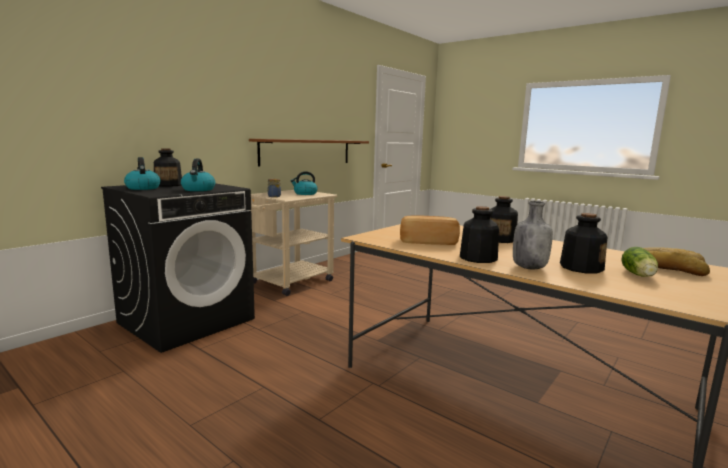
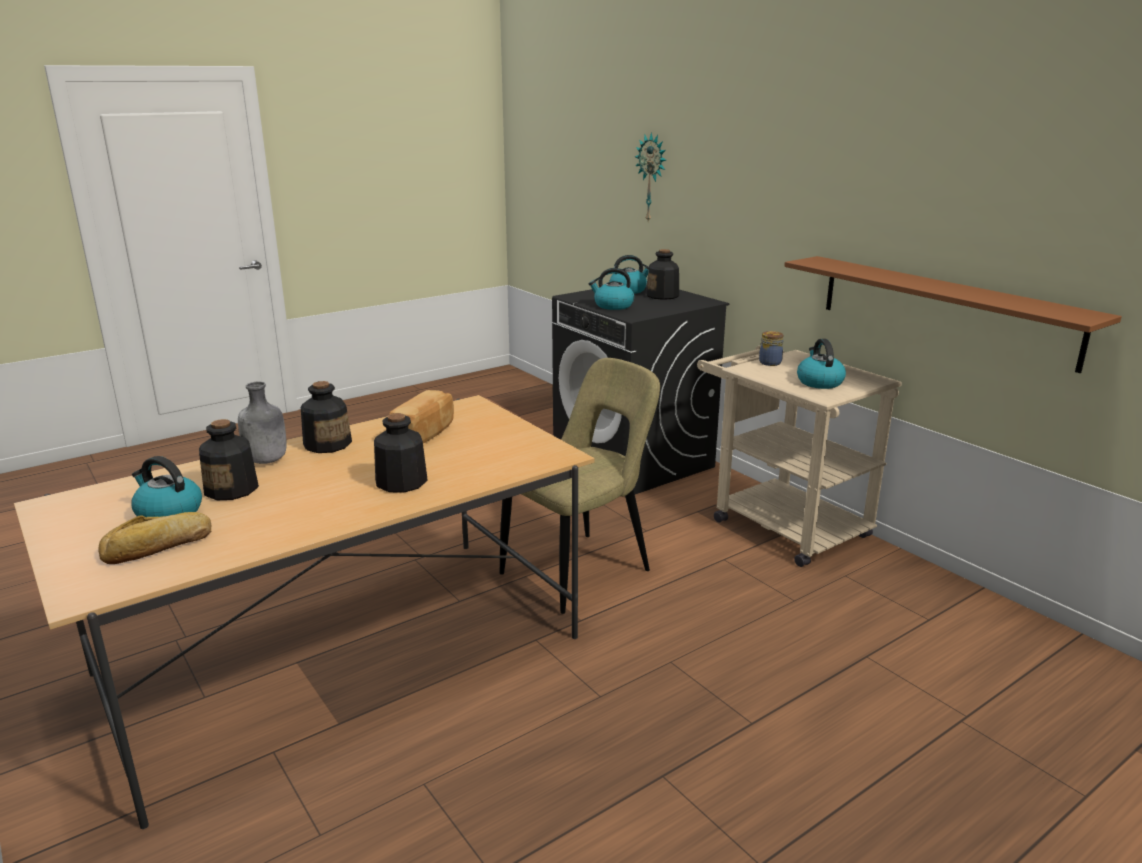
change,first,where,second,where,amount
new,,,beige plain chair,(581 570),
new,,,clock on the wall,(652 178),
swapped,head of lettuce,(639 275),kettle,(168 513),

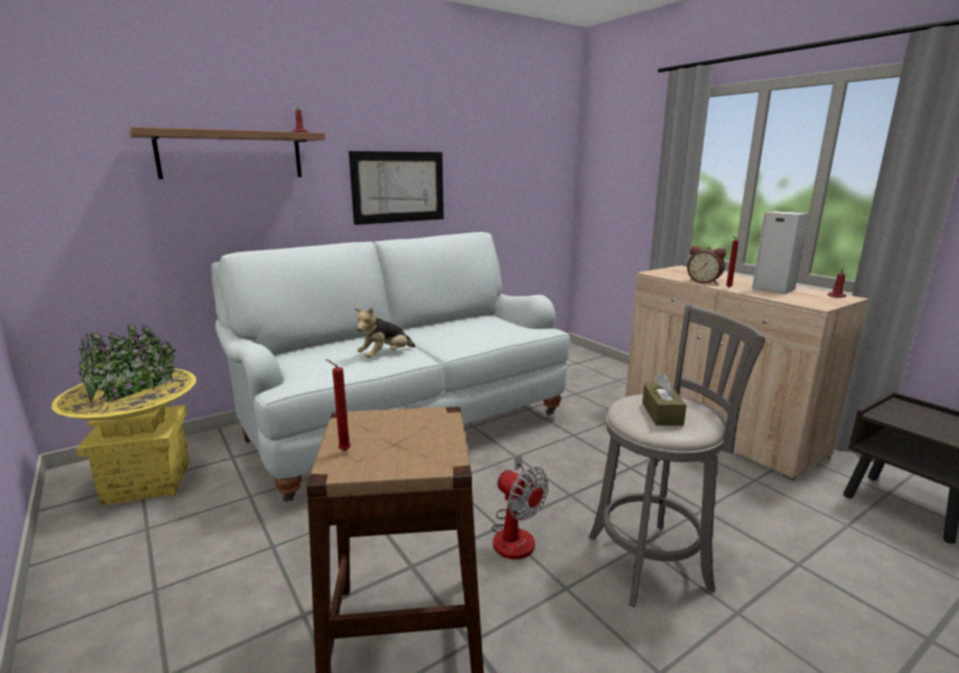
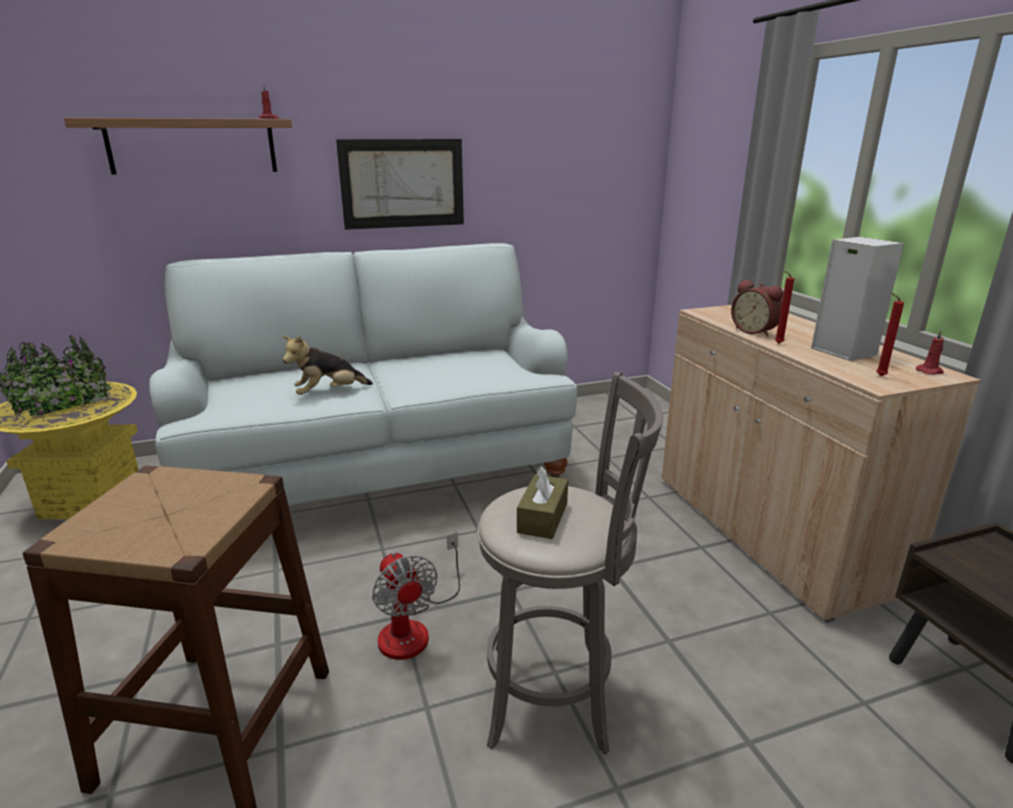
change,first,where,second,where,amount
shifted,red candle,(342 451),,(879 376),

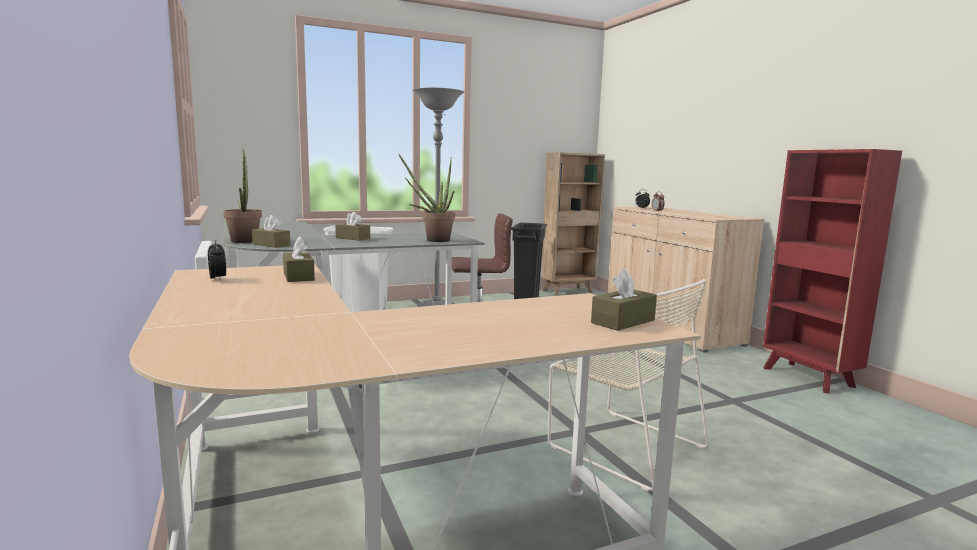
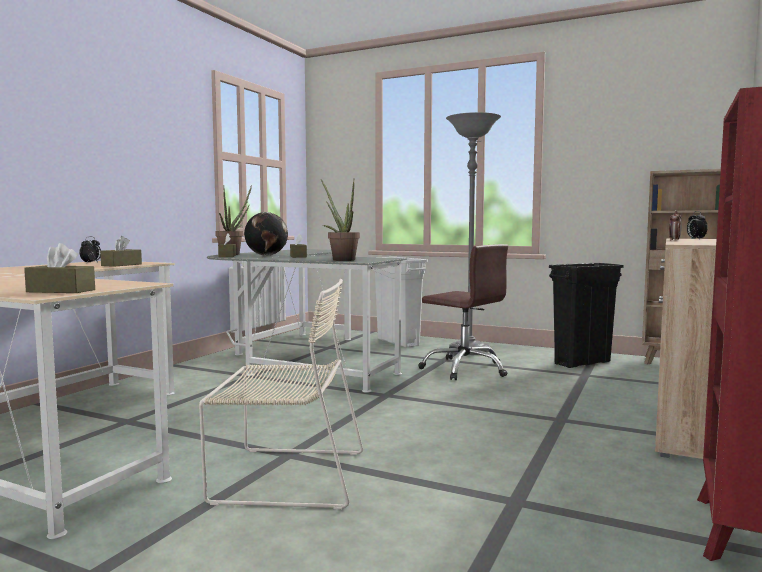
change,first,where,second,where,amount
new,,,globe,(266 255),
rotated,beige plain chair,(622 445),,(285 476),90 degrees counterclockwise

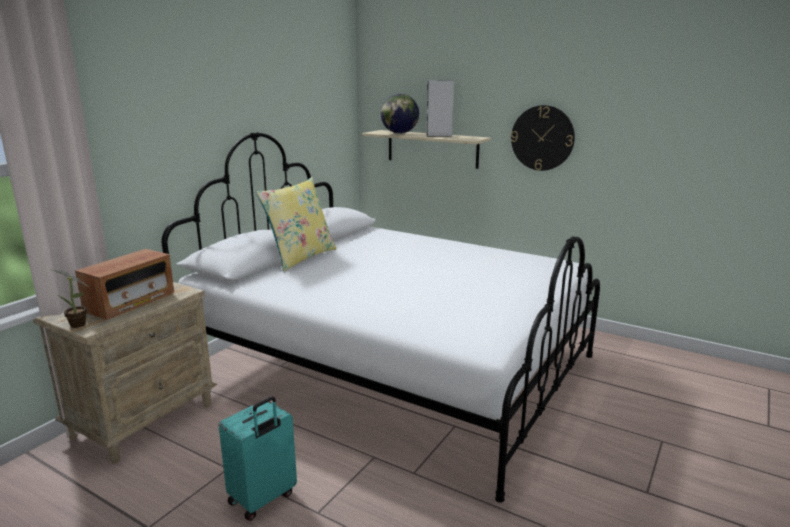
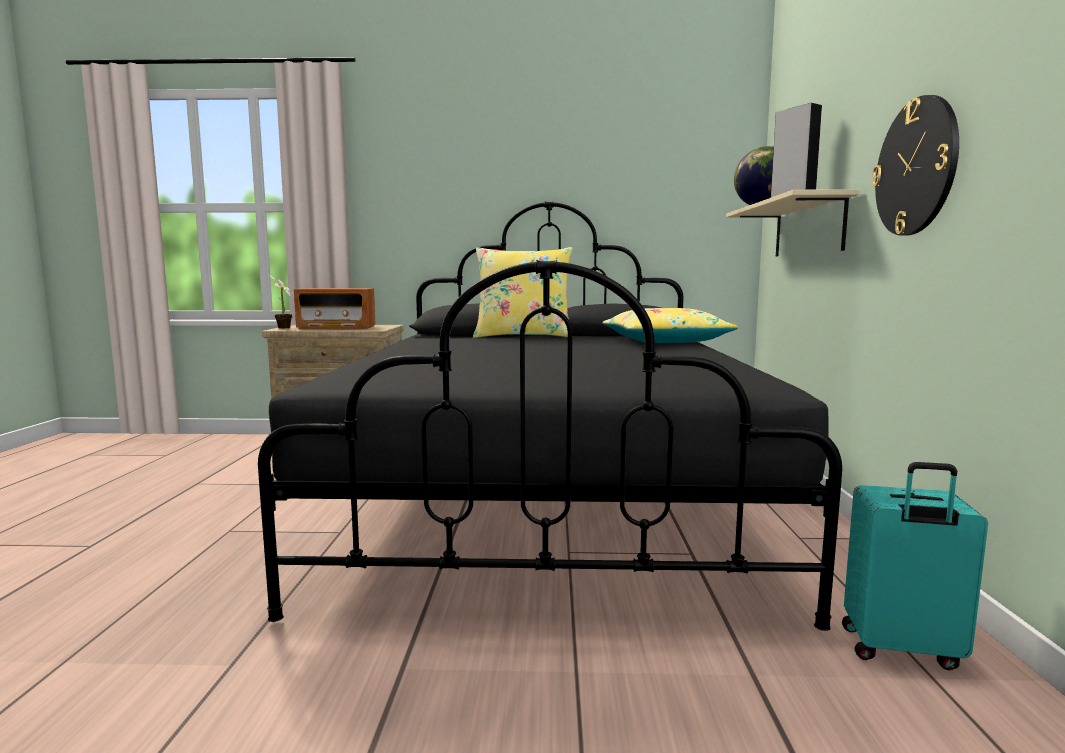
change,first,where,second,where,amount
new,,,yellowish cushion,(665 341),
shifted,blue-green piece of luggage,(263 499),,(900 650),
repainted,whitish sleeping bed,(392 366),black-coloured sleeping bed,(548 498),

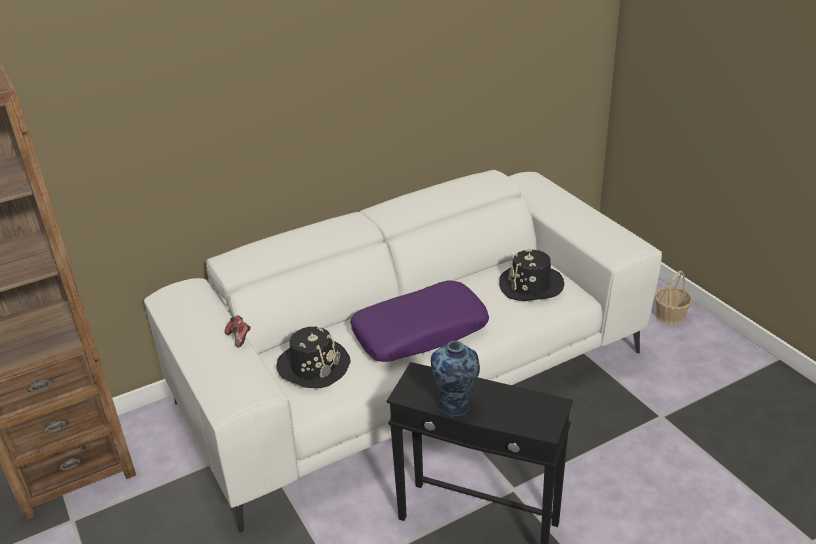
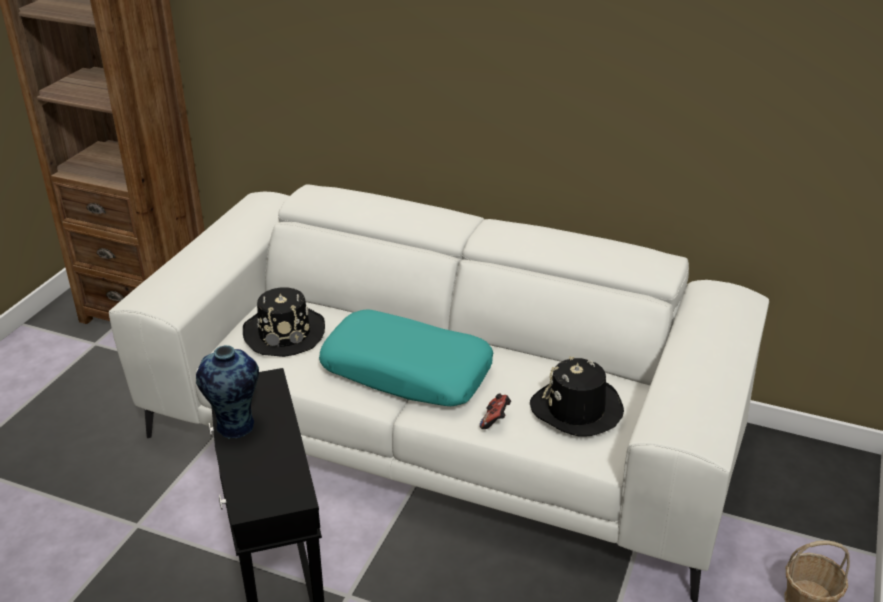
change,first,where,second,where,amount
shifted,joypad,(239 338),,(495 420),
repainted,purple-coloured cushion,(420 332),blue-green cushion,(407 371),

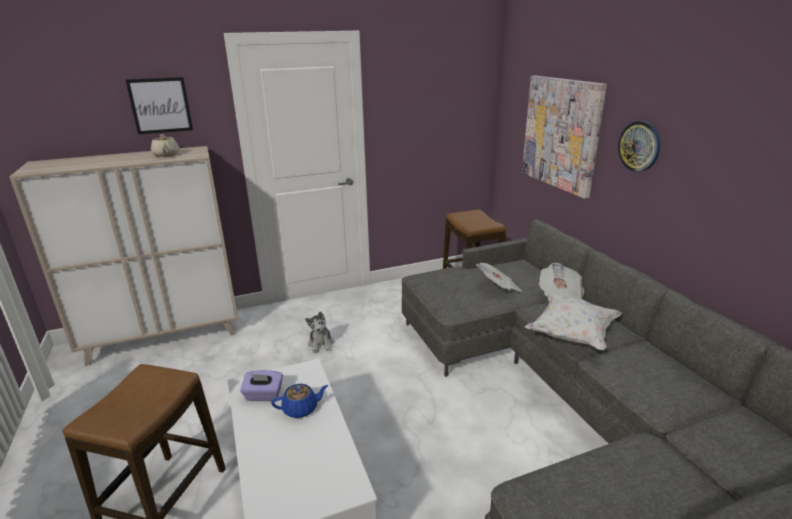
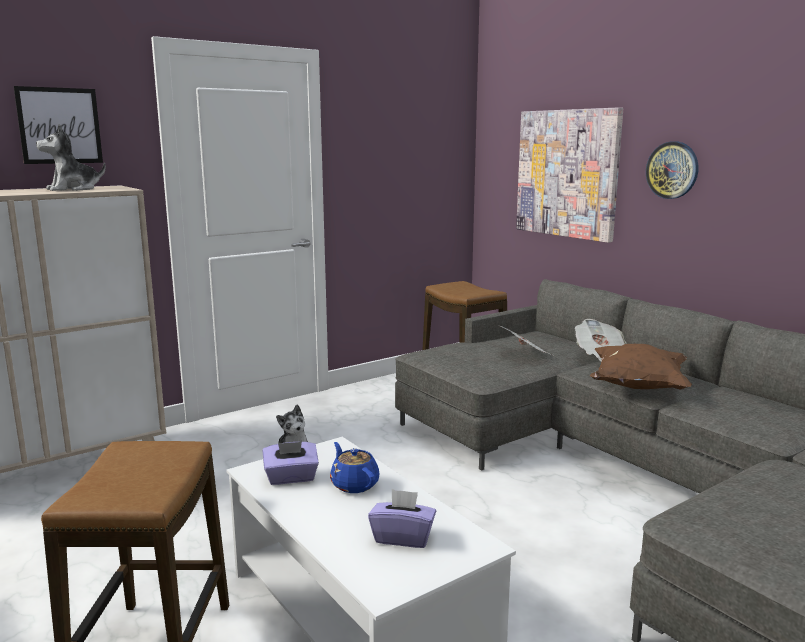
change,first,where,second,where,amount
new,,,purple-coloured tissue box,(403 537),
swapped,beige pot for tea,(166 154),plush toy,(73 189),
repainted,whitish cushion,(571 335),brown-coloured cushion,(638 387),
rotated,blue-coloured pot for tea,(301 409),,(354 484),90 degrees counterclockwise

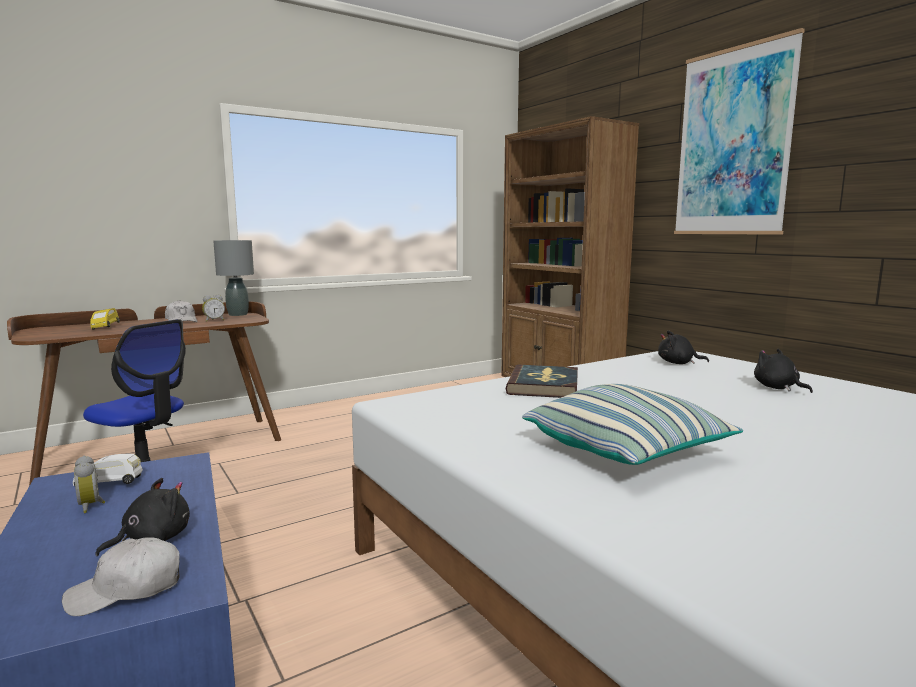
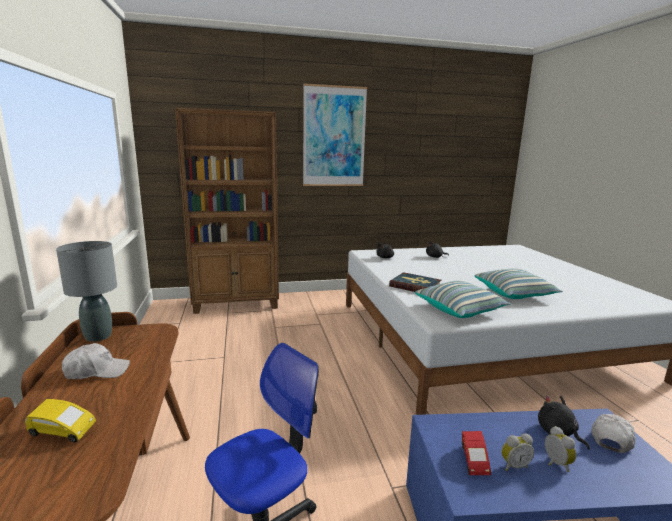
change,first,where,second,where,amount
new,,,cushion,(460 309),
shifted,alarm clock,(214 320),,(555 464),
repainted,whitish toy car,(110 484),red toy car,(473 461),
rotated,whitish baseball cap,(127 590),,(612 438),135 degrees counterclockwise

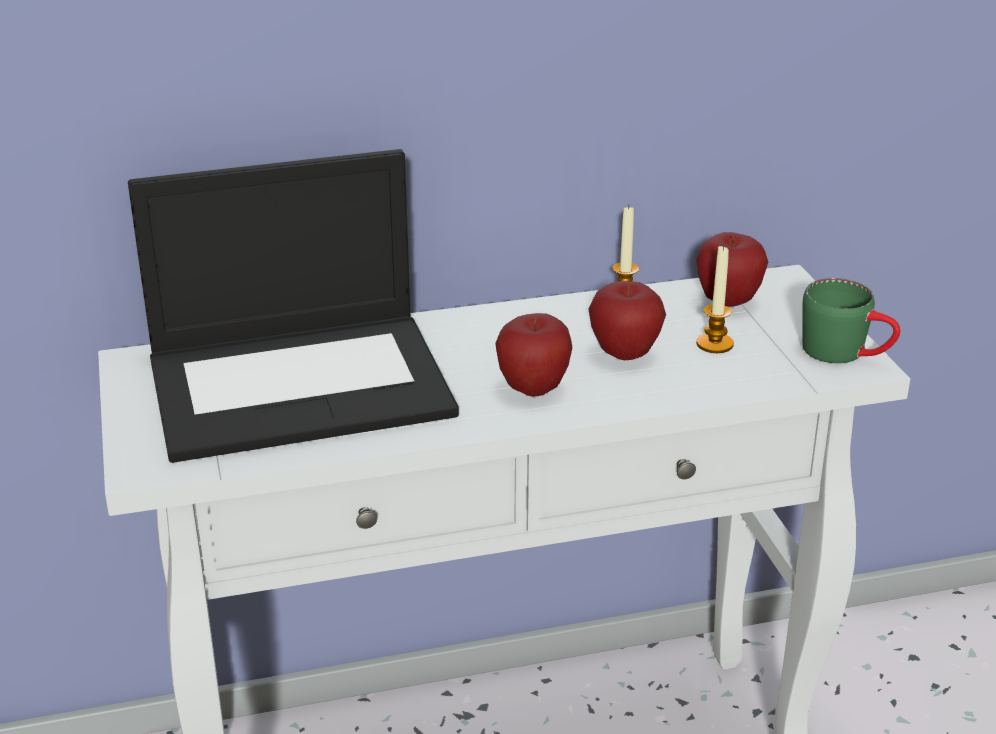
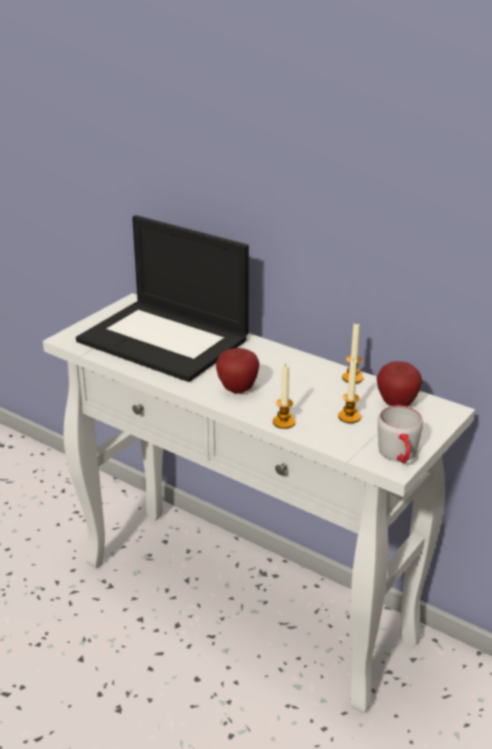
change,first,where,second,where,amount
gone,apple,(625 354),,,
new,,,candle,(284 422),
repainted,greenish mug,(846 353),gray mug,(399 456),

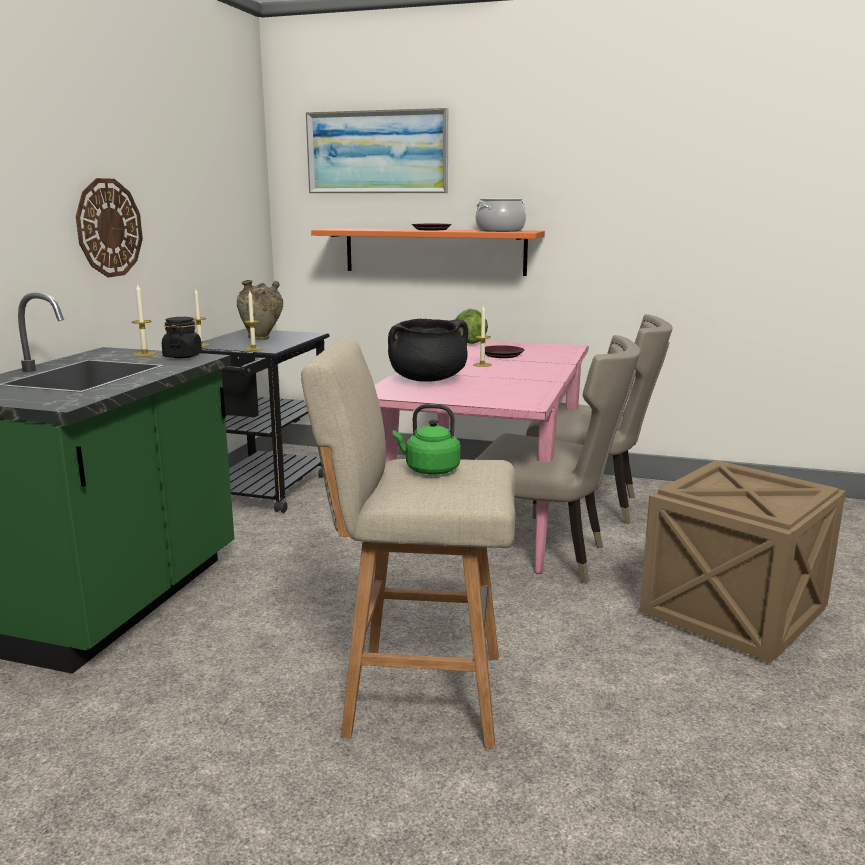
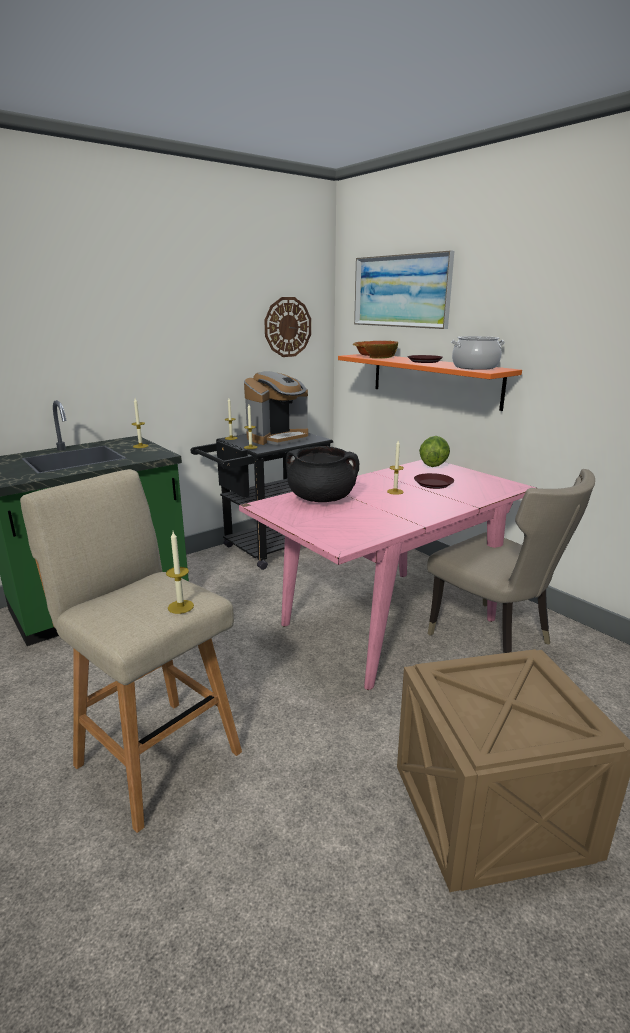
change,first,where,second,where,amount
gone,black-coloured jar,(182 356),,,
gone,greenish kettle,(429 470),,,
gone,beige plain chair,(547 556),,,
new,,,candle,(180 607),
new,,,bowl,(375 356),
shifted,clock on the wall,(109 228),,(287 327),
swapped,beige vase,(262 338),coffee brewer,(278 438),

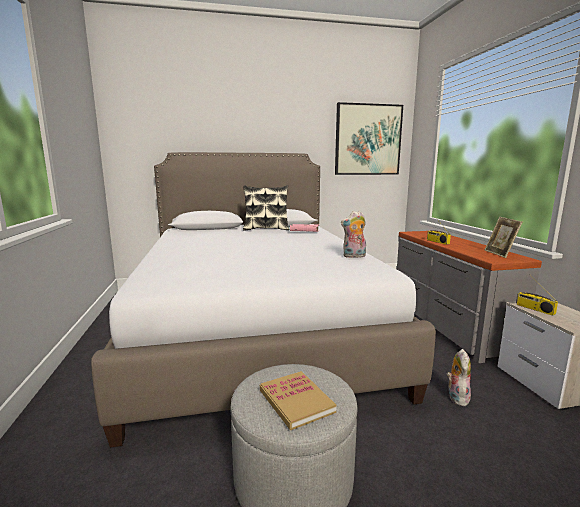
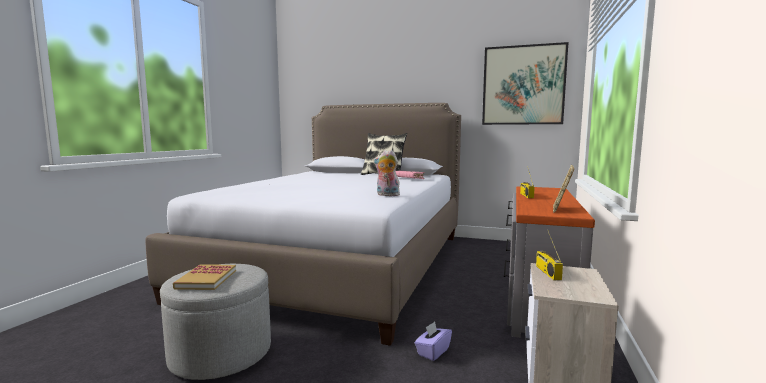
change,first,where,second,where,amount
swapped,plush toy,(456 397),purple-coloured tissue box,(433 352),

